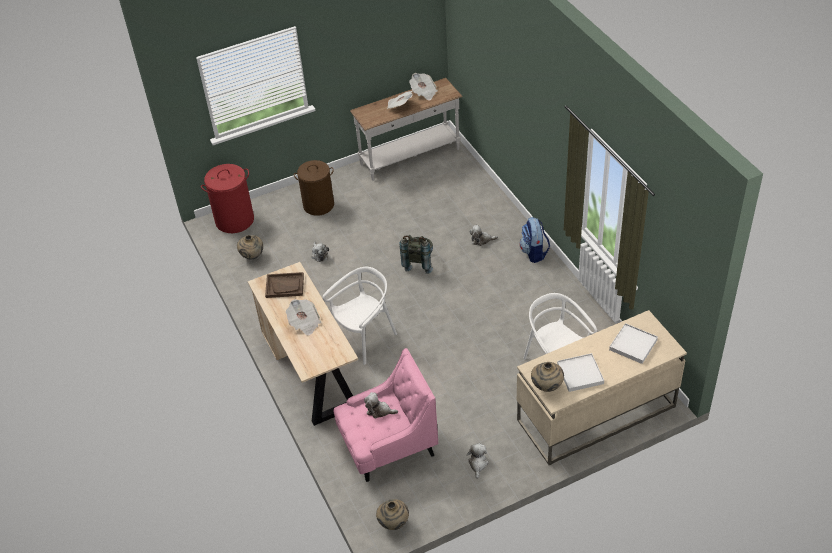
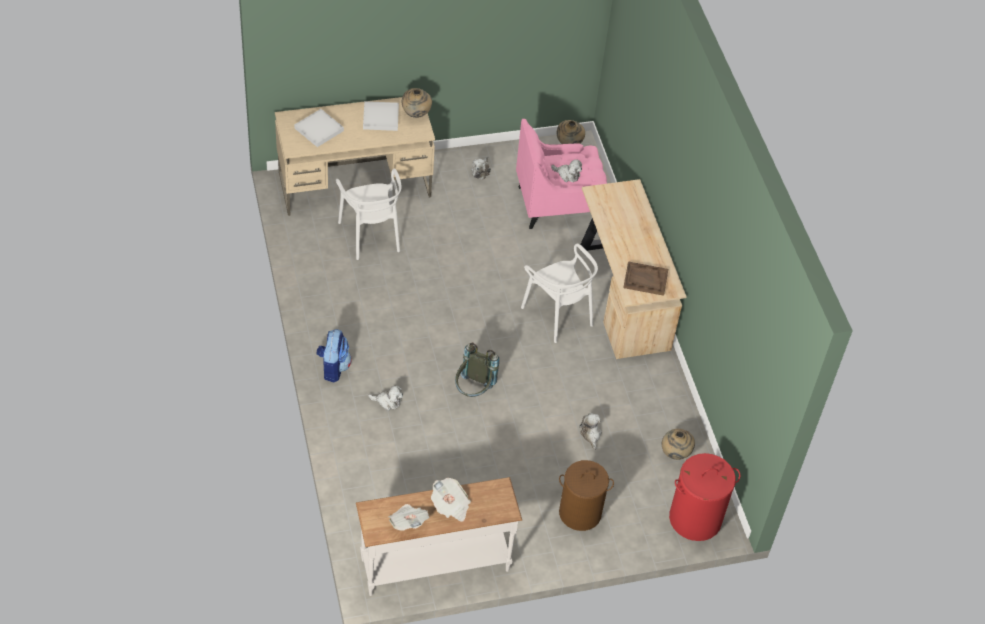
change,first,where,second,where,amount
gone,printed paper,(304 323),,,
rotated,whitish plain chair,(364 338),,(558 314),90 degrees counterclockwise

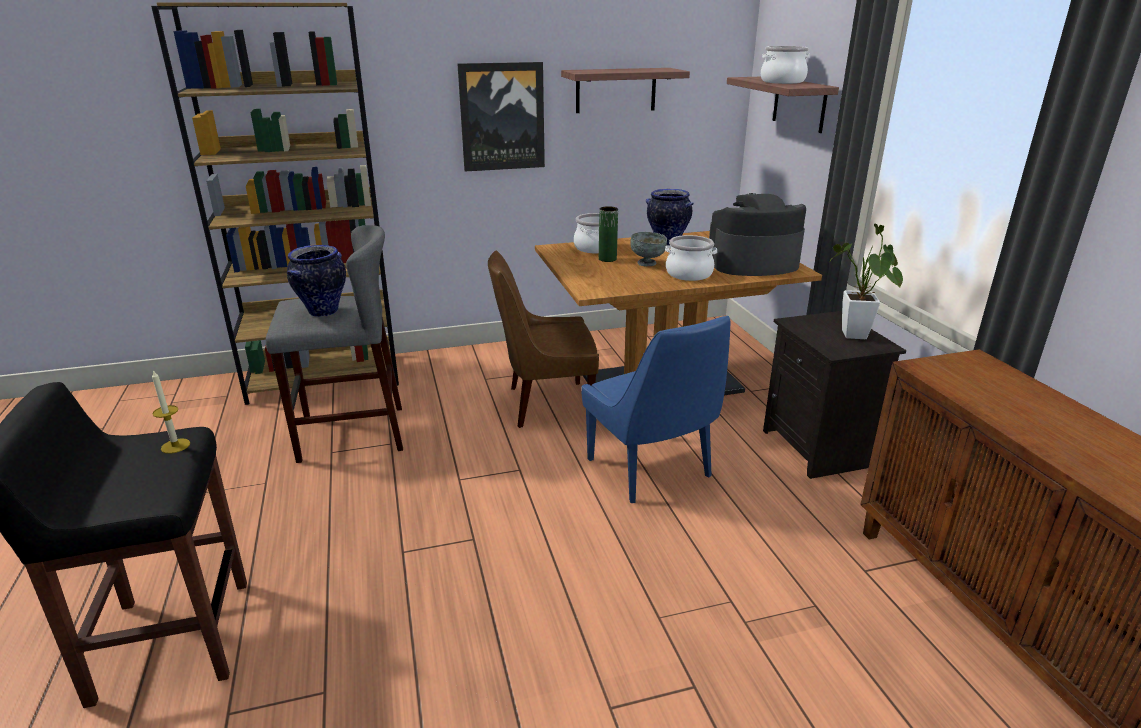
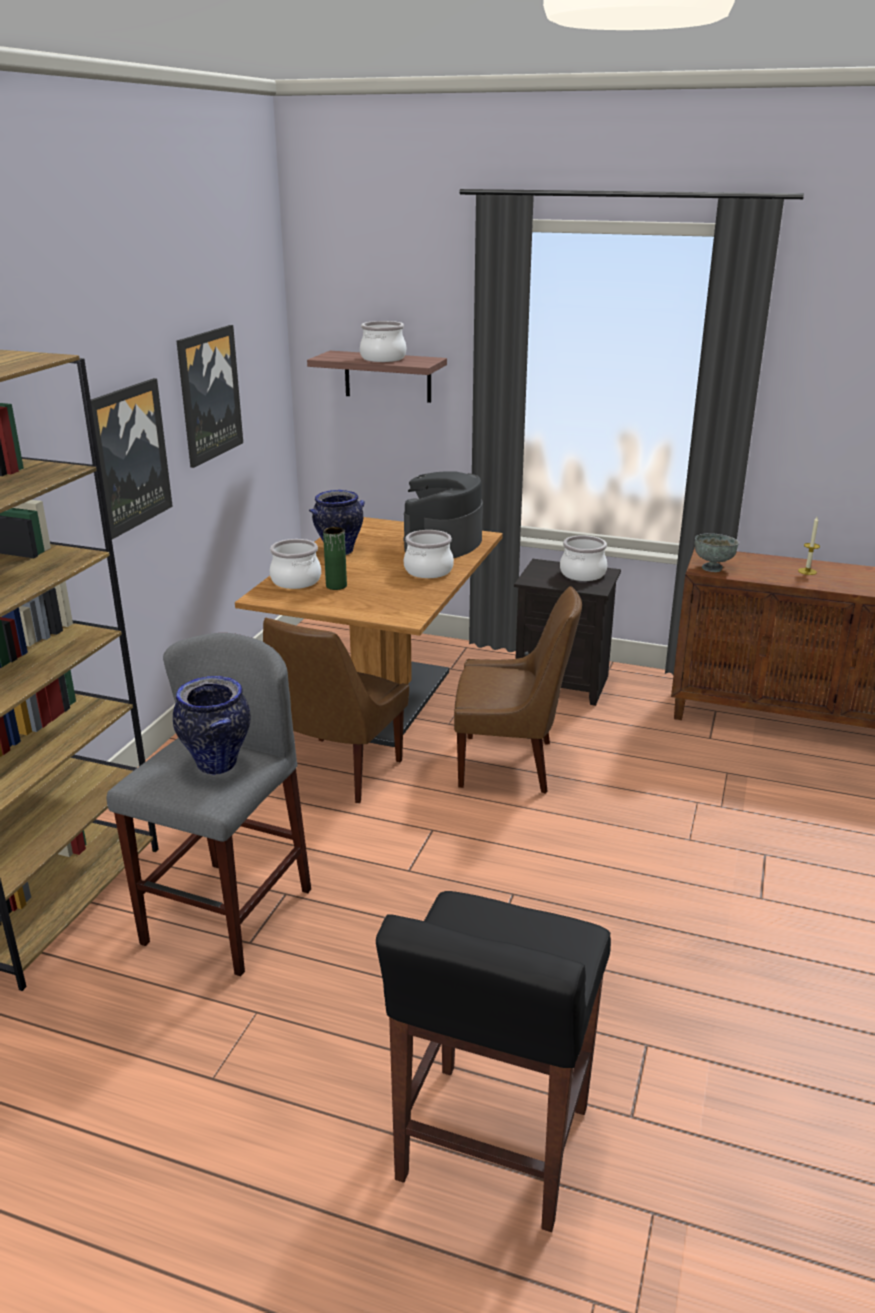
change,first,where,second,where,amount
shifted,candle,(175 446),,(807 571),
shifted,gray bowl,(647 263),,(712 568),
swapped,wall shelf,(616 90),picture,(208 395),
swapped,plant in a pot,(855 338),saucepot,(583 574),
repainted,blue-coloured plain chair,(651 470),brown-coloured plain chair,(510 764),

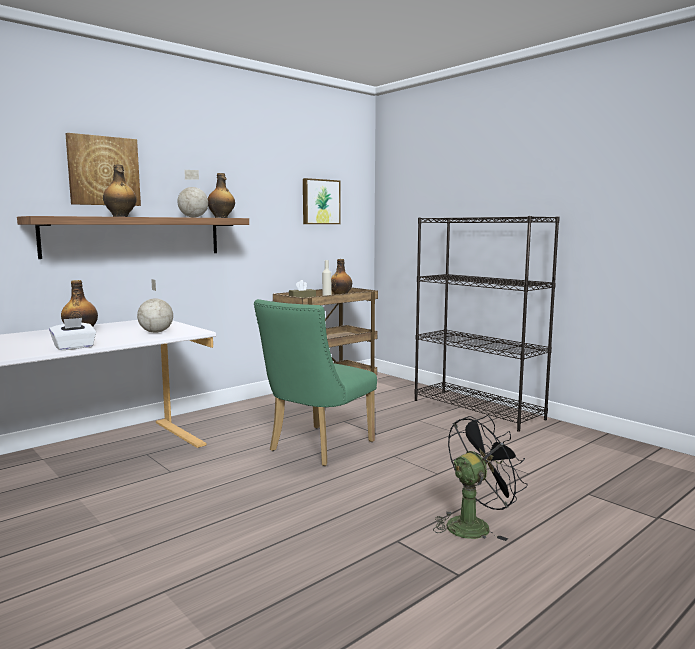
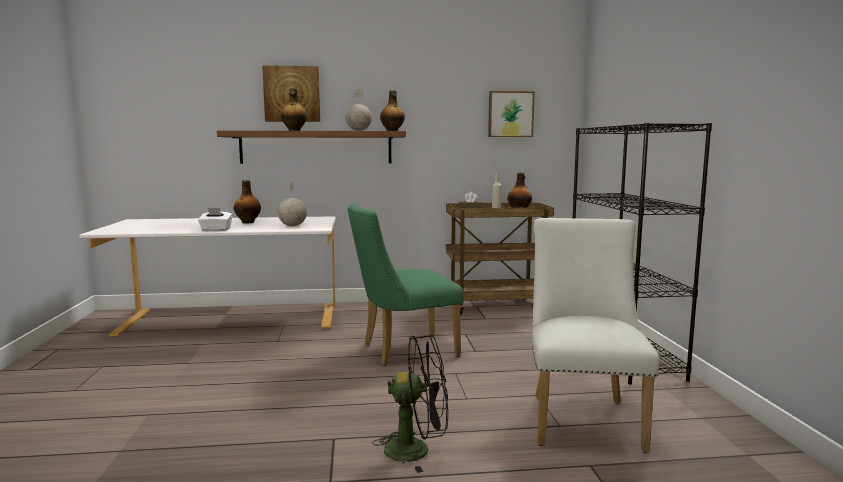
change,first,where,second,where,amount
new,,,whitish plain chair,(583 417),

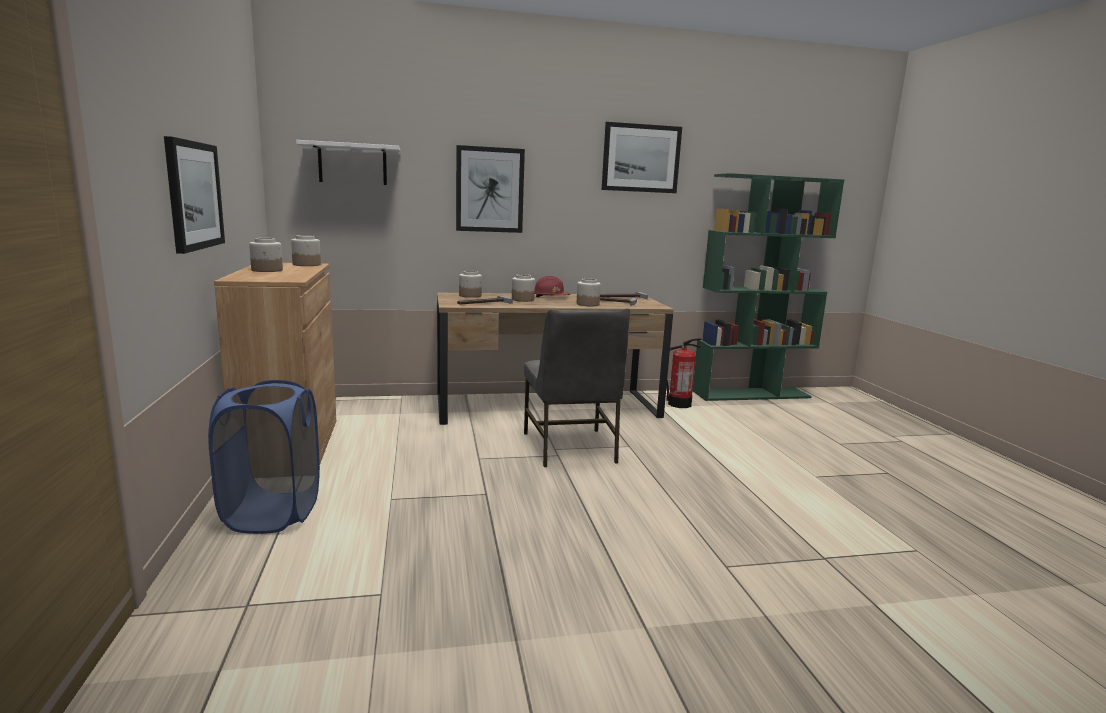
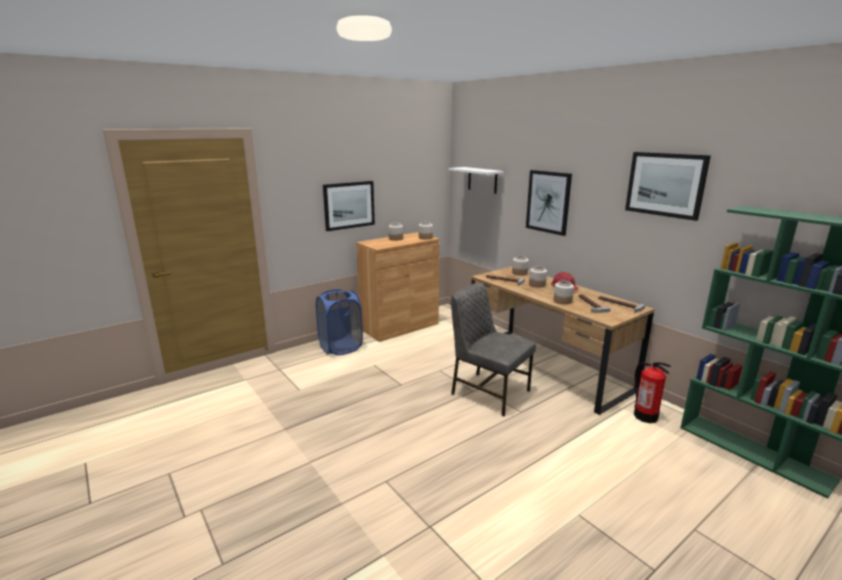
change,first,where,second,where,amount
rotated,gray plain chair,(570 448),,(489 392),75 degrees clockwise

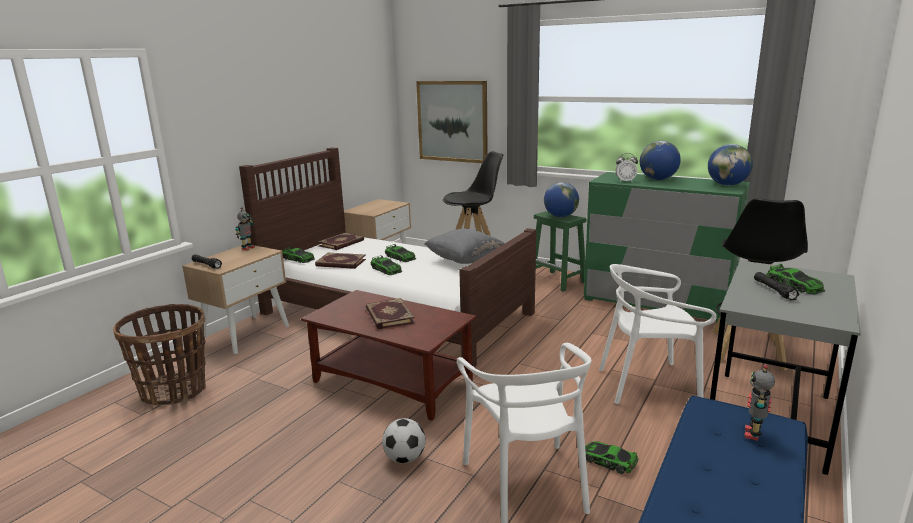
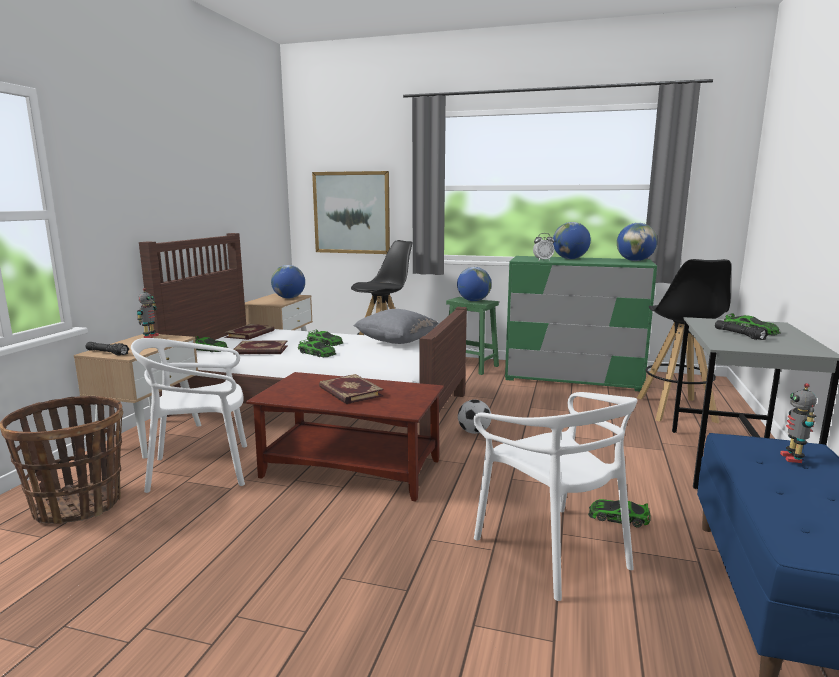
change,first,where,second,where,amount
new,,,globe,(289 298),
shifted,football,(405 458),,(474 432),
shifted,whitish plain chair,(648 385),,(201 469),

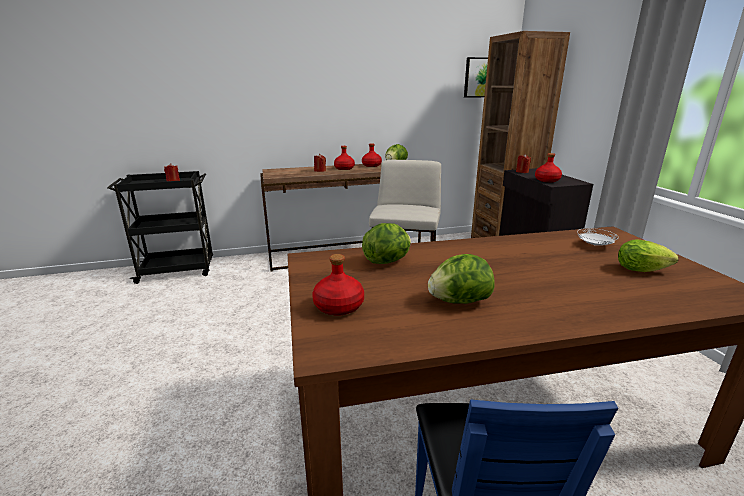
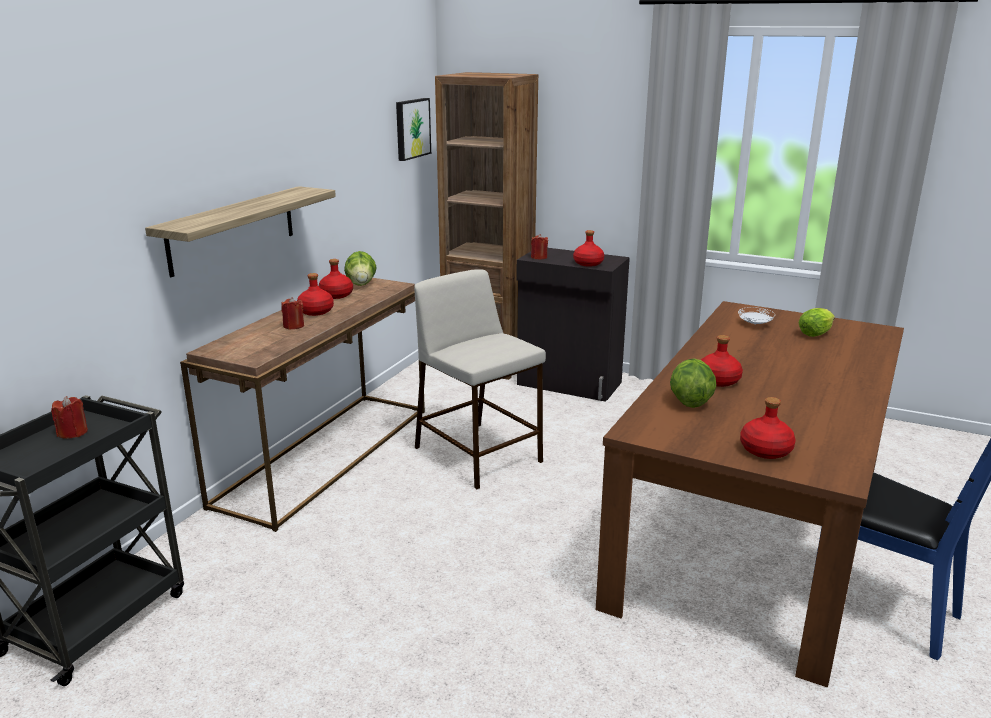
change,first,where,second,where,amount
gone,head of lettuce,(459 301),,,
new,,,wall shelf,(233 229),
new,,,red drink bottle,(718 380),

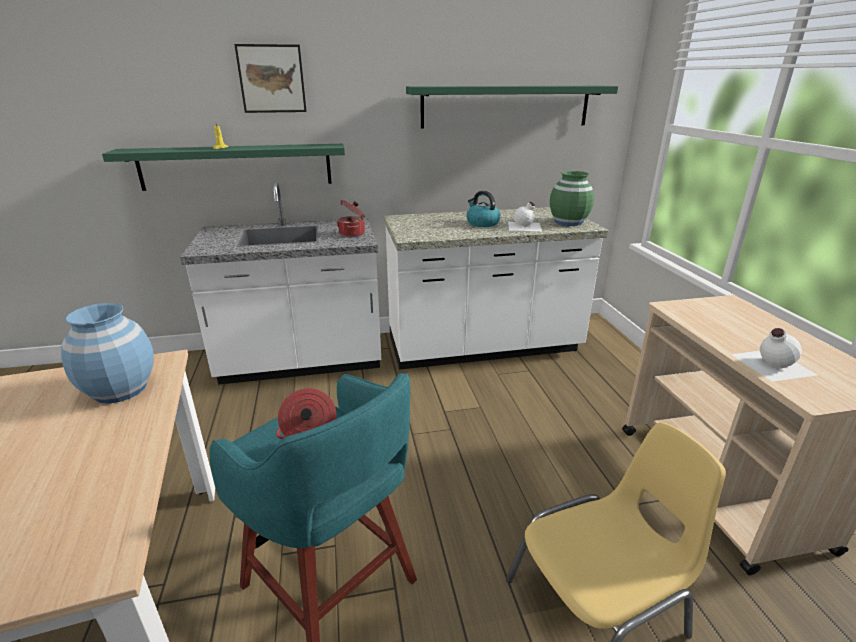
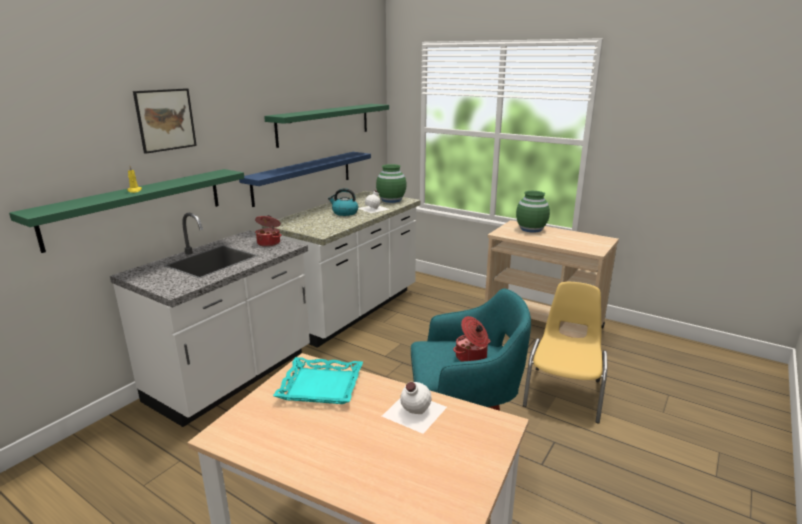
change,first,where,second,where,amount
new,,,blue-coloured wall shelf,(303 177),
new,,,greenish vase,(531 229),
shifted,whitish drink bottle,(771 363),,(413 411),
swapped,blue-coloured vase,(120 389),blue-green serving tray,(320 386),

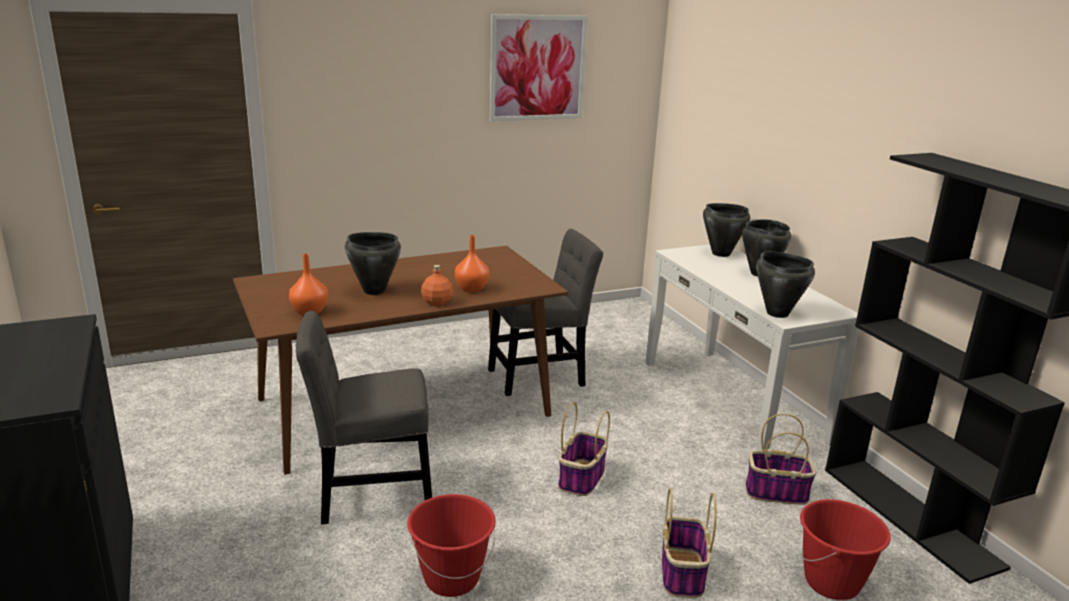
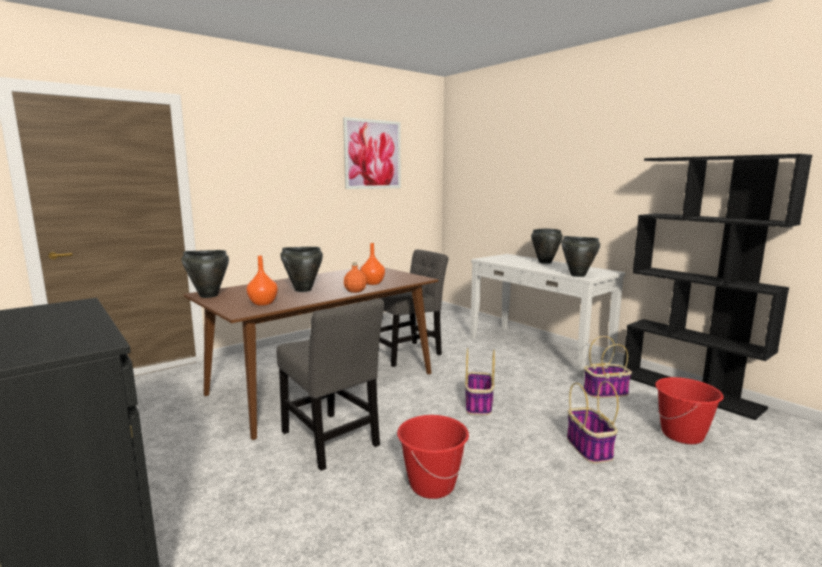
change,first,where,second,where,amount
shifted,black-coloured saucepot,(720 253),,(208 295),
rotated,gray plain chair,(370 495),,(331 441),105 degrees counterclockwise

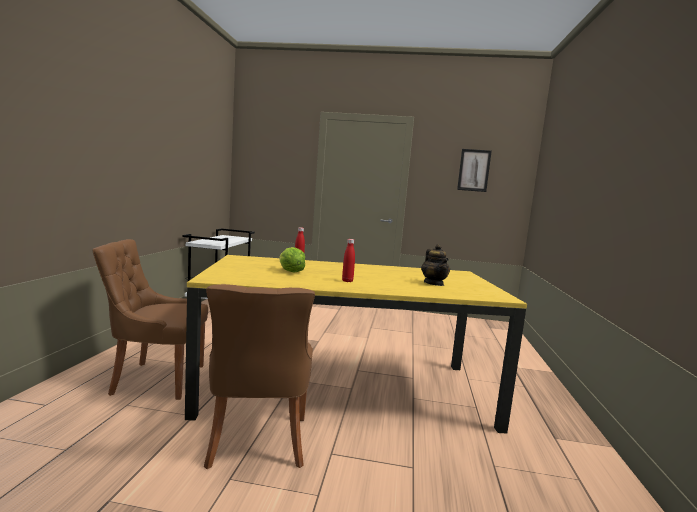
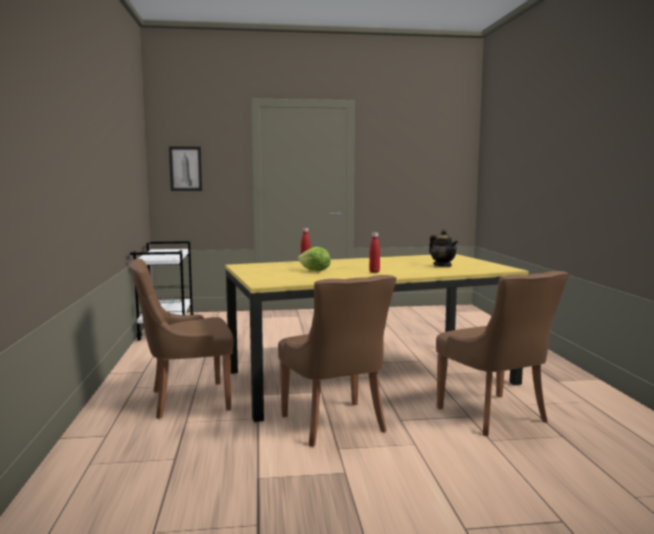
change,first,where,second,where,amount
new,,,brown-coloured plain chair,(494 416),
shifted,picture,(474 170),,(185 168),

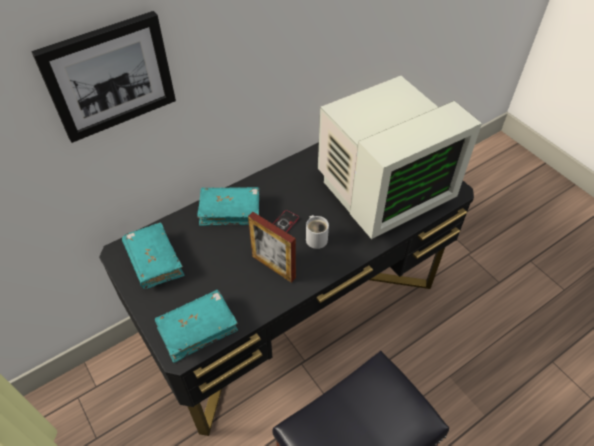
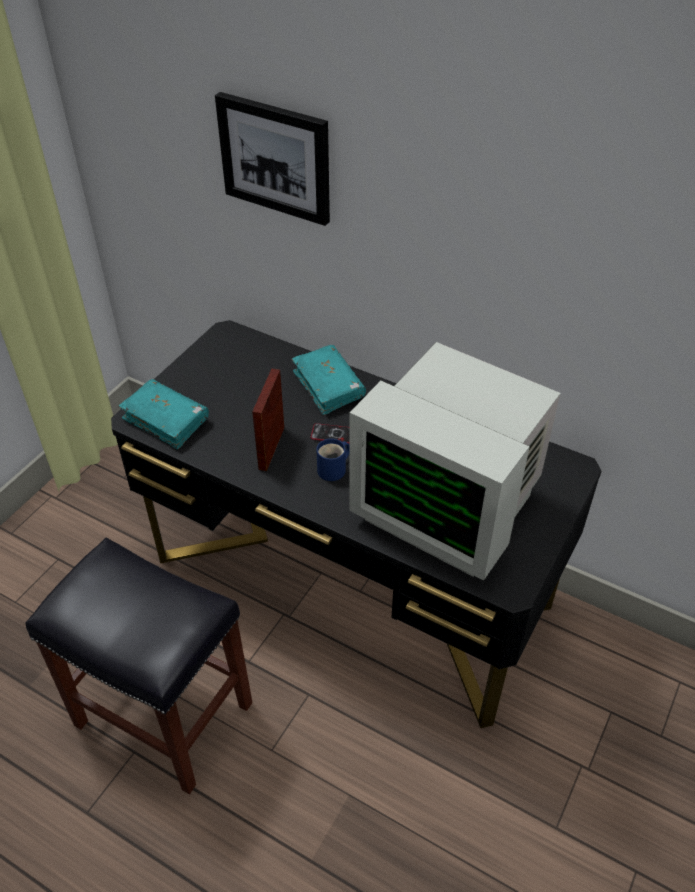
change,first,where,second,where,amount
gone,blue-green bound book,(154 261),,,
repainted,whitish mug,(316 238),blue-coloured mug,(334 469),

